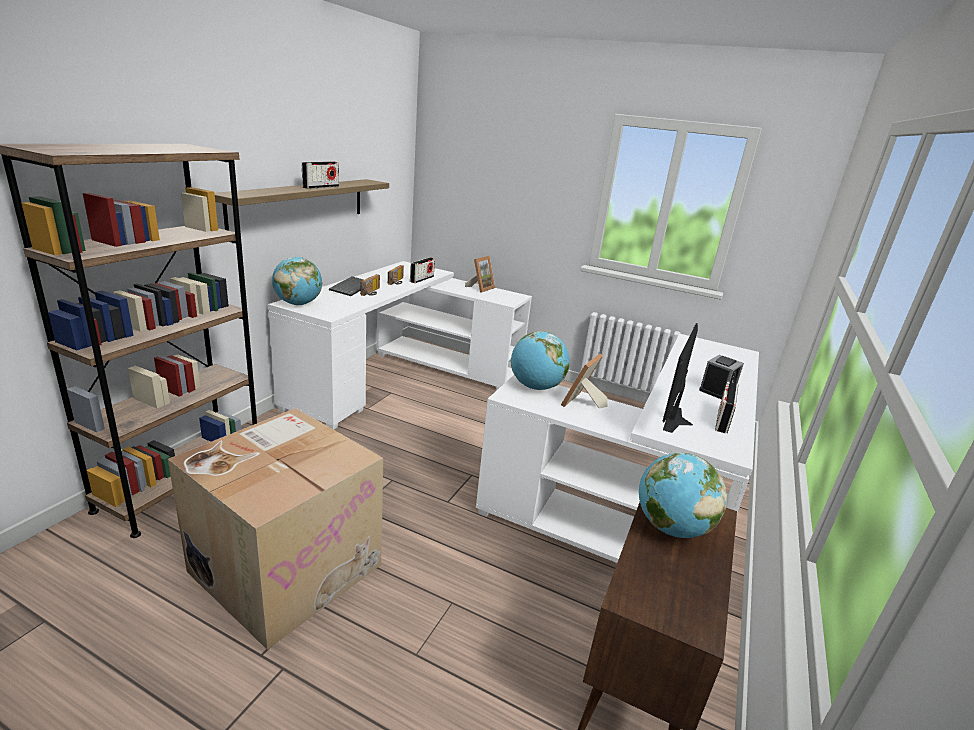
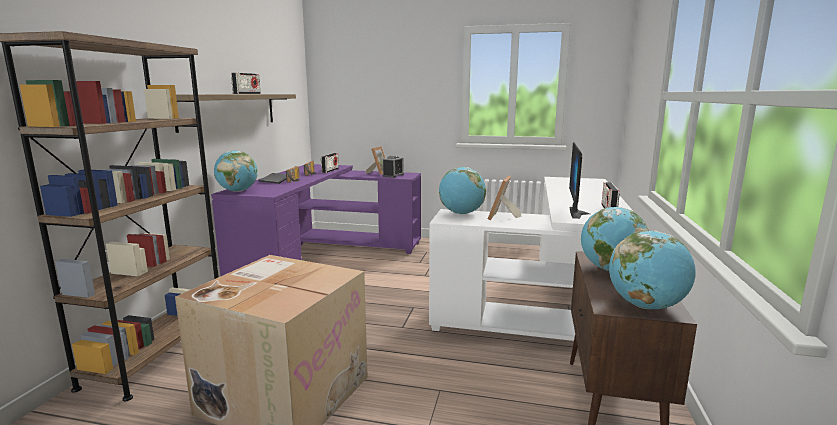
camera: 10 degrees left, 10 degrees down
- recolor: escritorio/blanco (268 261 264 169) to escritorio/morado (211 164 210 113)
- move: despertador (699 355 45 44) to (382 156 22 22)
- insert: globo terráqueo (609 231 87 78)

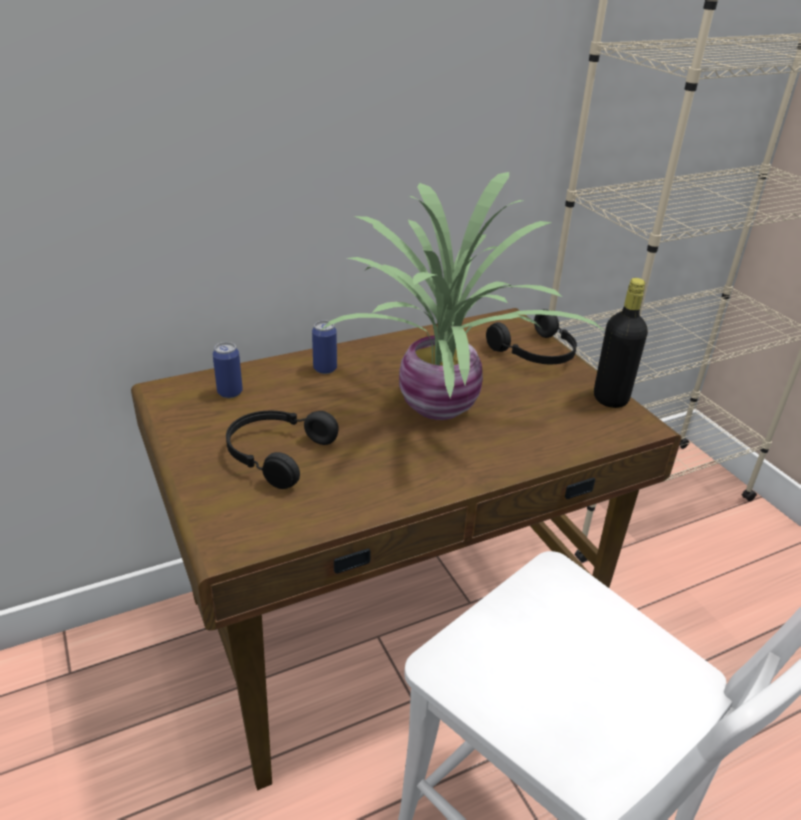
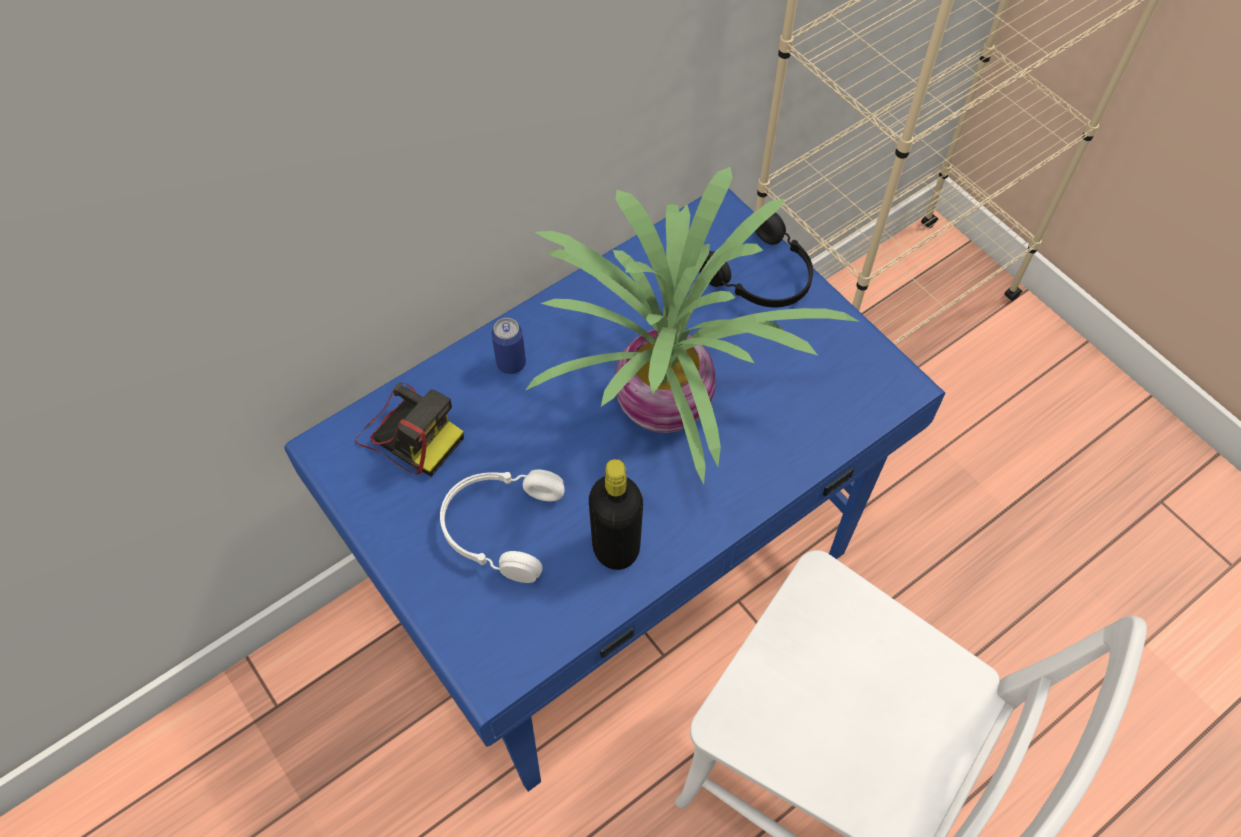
camera: 10 degrees left, 25 degrees up
- recolor: escritorio/marrón (131 308 550 483) to escritorio/azul (284 188 661 604)
- replace: lata (213 342 30 56) to cámara (356 382 108 95)
- recolor: auriculares/negro (226 411 113 78) to auriculares/blanco (440 470 125 113)
- move: botella/negro (594 278 54 130) to (589 459 54 111)

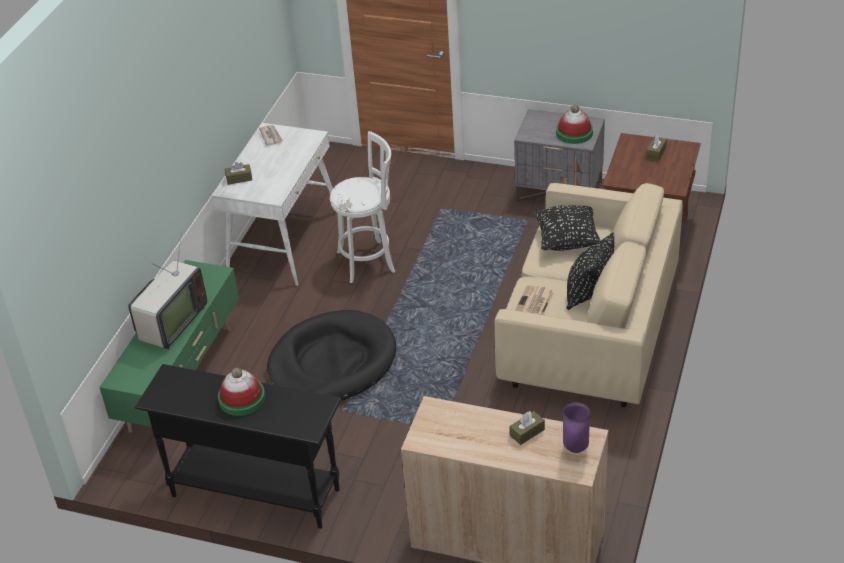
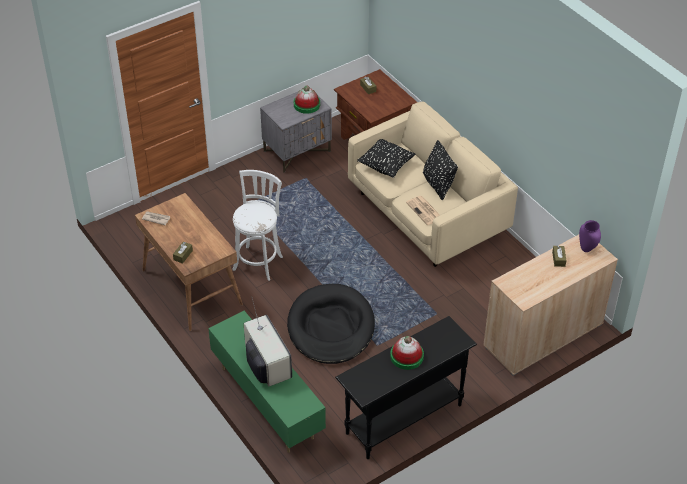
camera: 55 degrees left, 5 degrees up
- recolor: escritorio/blanco (212 123 121 163) to escritorio/marrón (135 193 108 138)

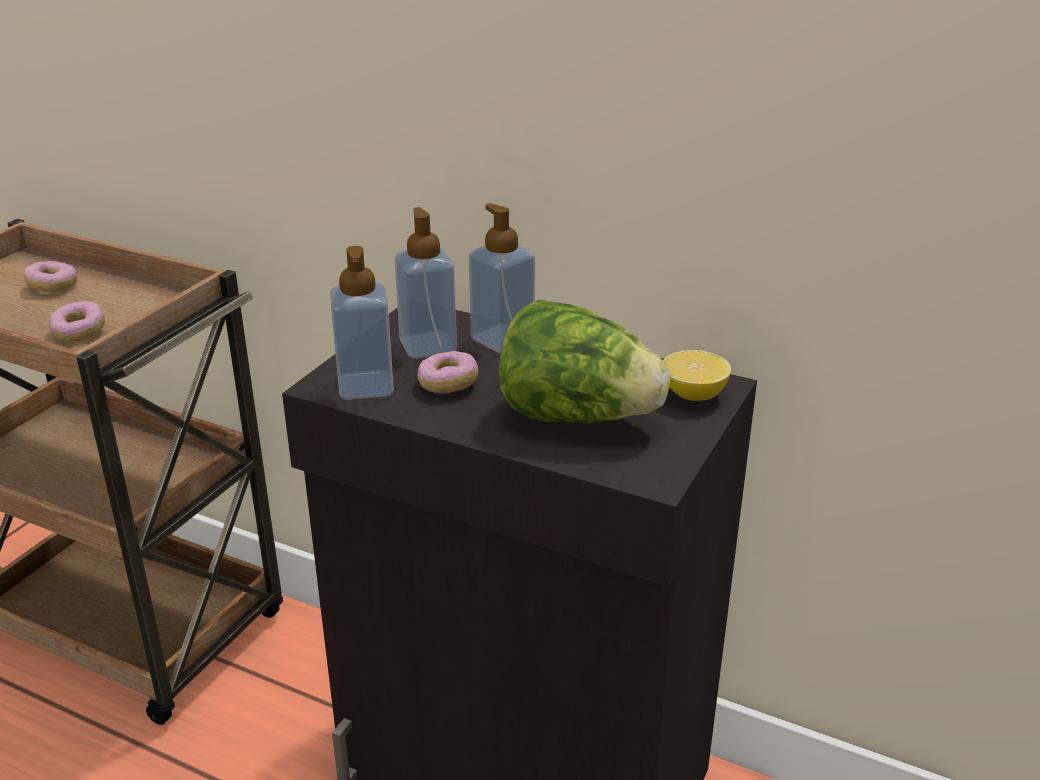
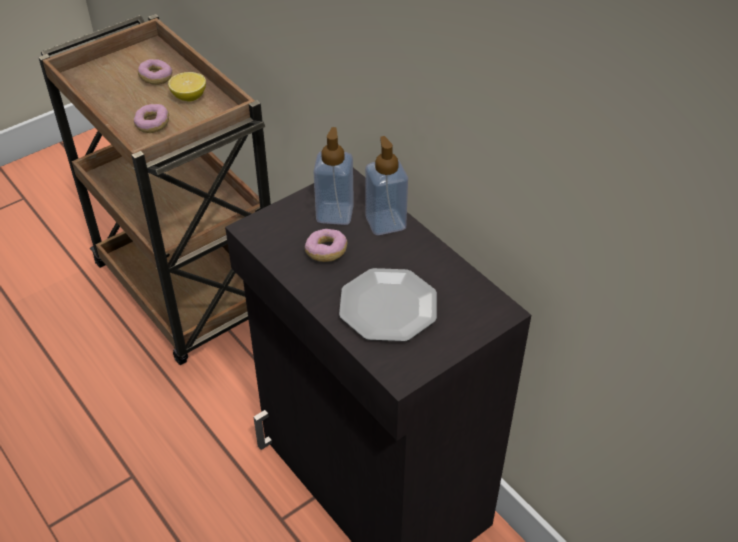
camera: 25 degrees right, 15 degrees up
- move: limón (663 350 68 51) to (168 72 38 29)
- replace: lechuga (499 300 172 123) to plato (339 268 98 74)
- delete: dispensador de jabón (330 246 64 154)

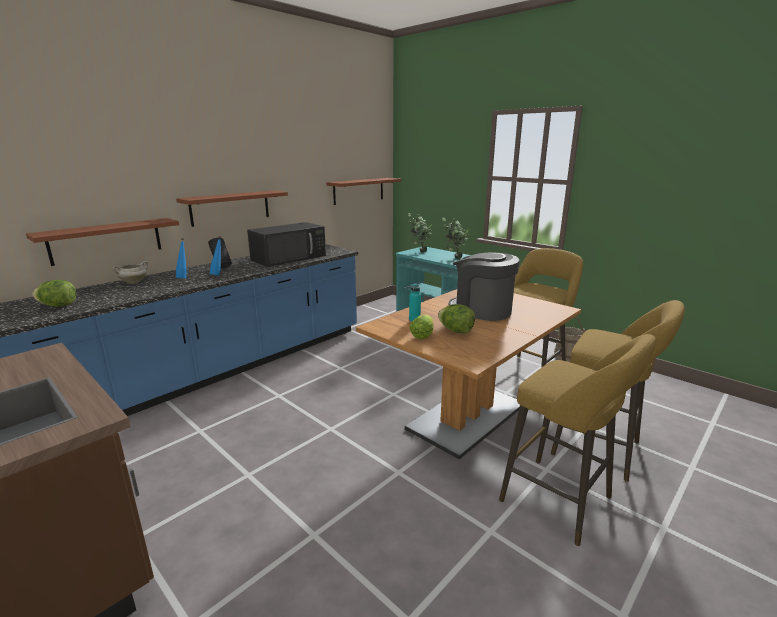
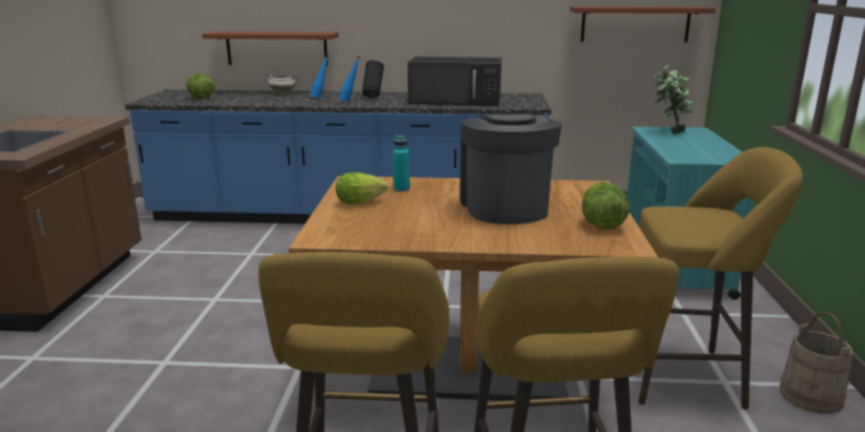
camera: 50 degrees right, 0 degrees up
- move: lechuga (438 304 37 29) to (582 182 48 48)
- delete: estante/marrón (176 190 112 37)
- delete: planta en maceta (442 218 28 41)

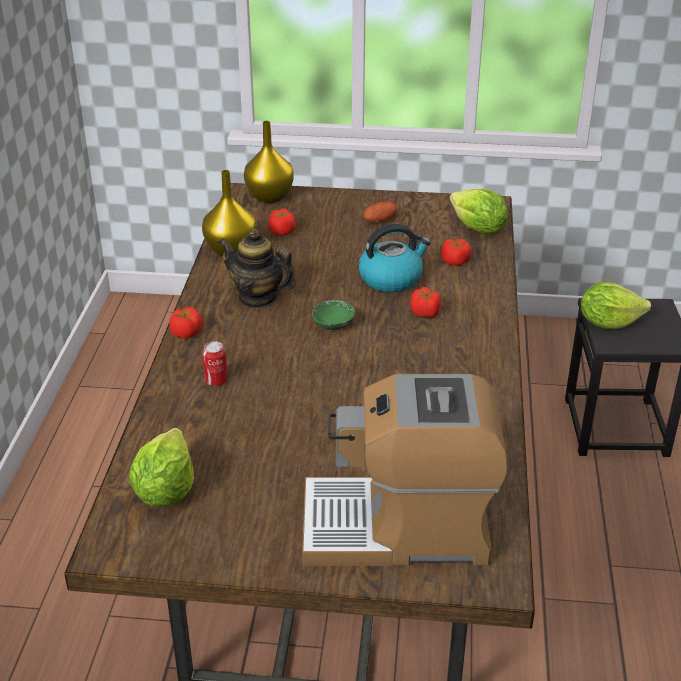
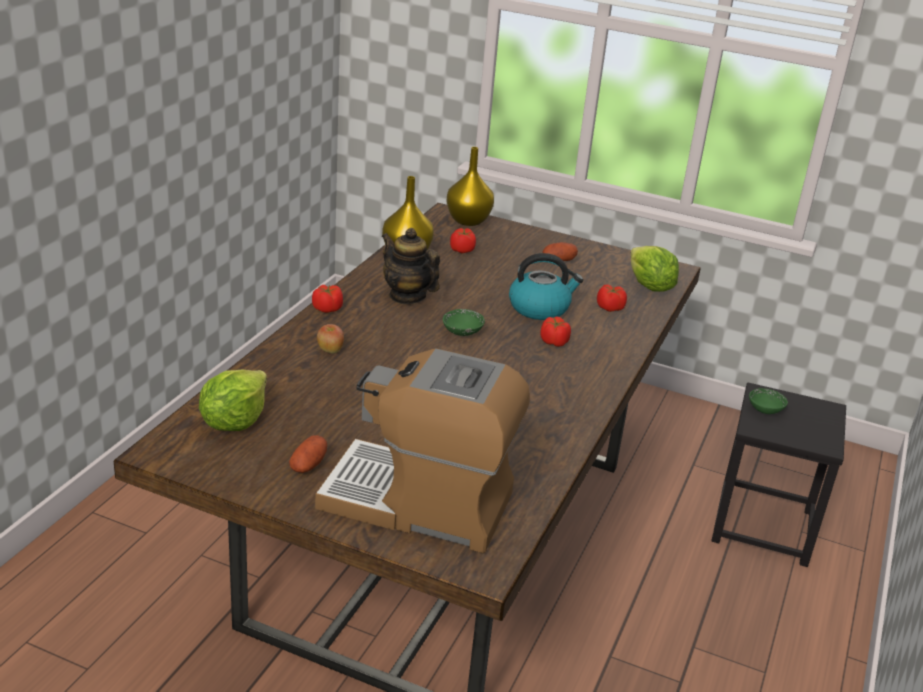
camera: 15 degrees right, 5 degrees down
- insert: patata (289 435 38 38)
- replace: lata (202 341 26 45) to manzana (317 324 27 30)
- replace: lechuga (581 282 70 47) to cuenco/verde (749 388 39 26)

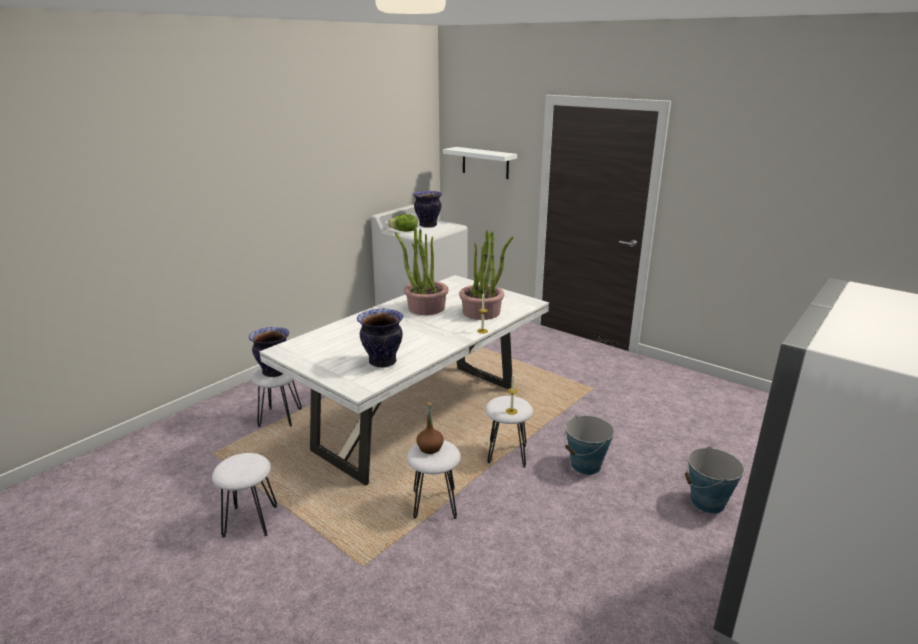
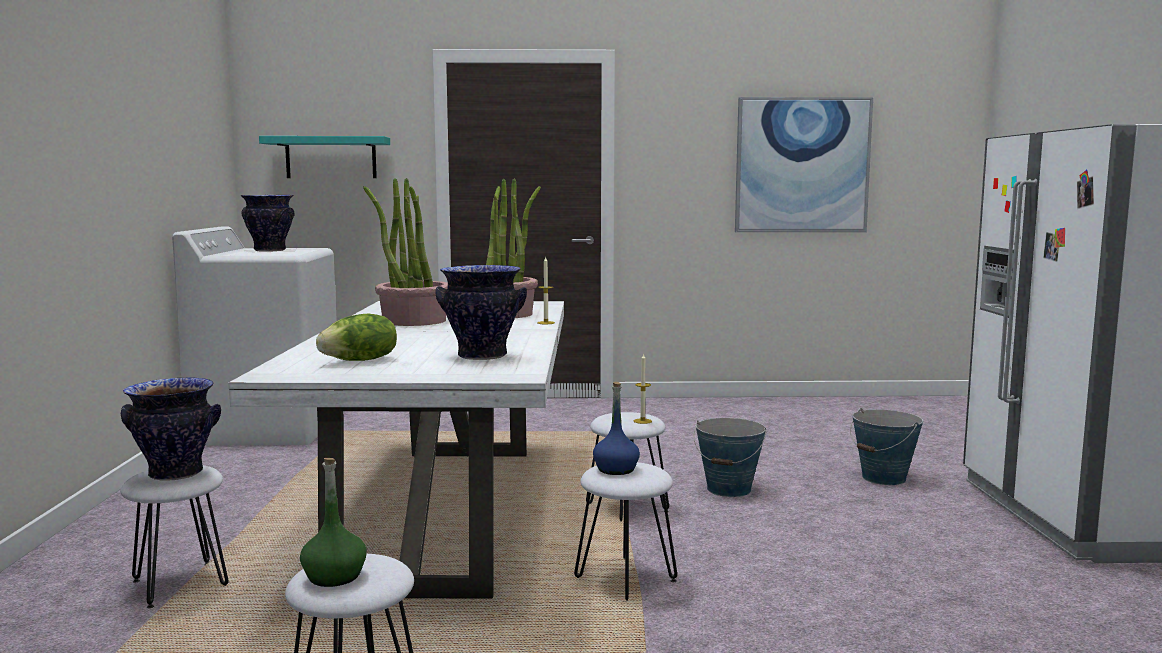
camera: 40 degrees left, 15 degrees down
- recolor: estante/blanco (443 147 74 32) to estante/turquesa (259 136 131 42)
- insert: botella/verde (300 458 67 129)
- move: lechuga (388 214 30 18) to (316 314 81 47)
- recolor: botella/marrón (416 402 28 52) to botella/azul (593 382 47 93)
- insert: cuadro (735 97 138 135)

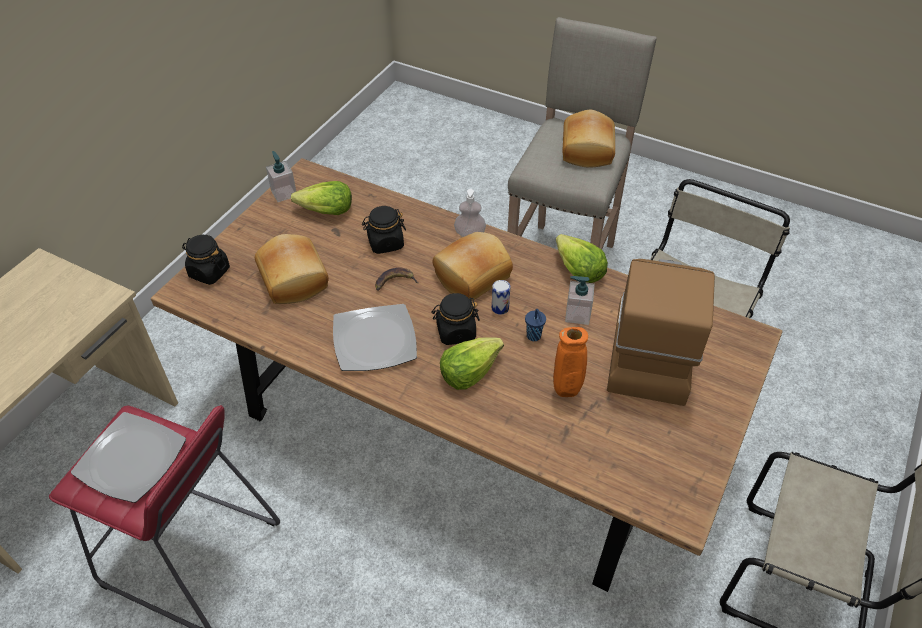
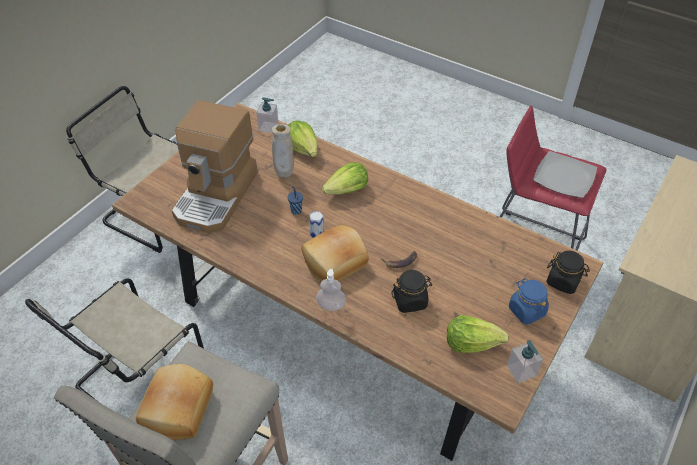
camera: 175 degrees left, 0 degrees up
- move: dispensador de jabón (565 276 30 49) to (256 97 23 36)
- recolor: florero/naranja (553 327 35 70) to florero/beis (272 124 22 53)
- move: lechuga (556 234 52 49) to (288 120 30 37)
- insert: tarro/azul (509 278 40 47)
- delete: pan (255 234 74 70)
- delete: plato (333 304 84 67)
- delete: tarro/negro (431 293 49 52)

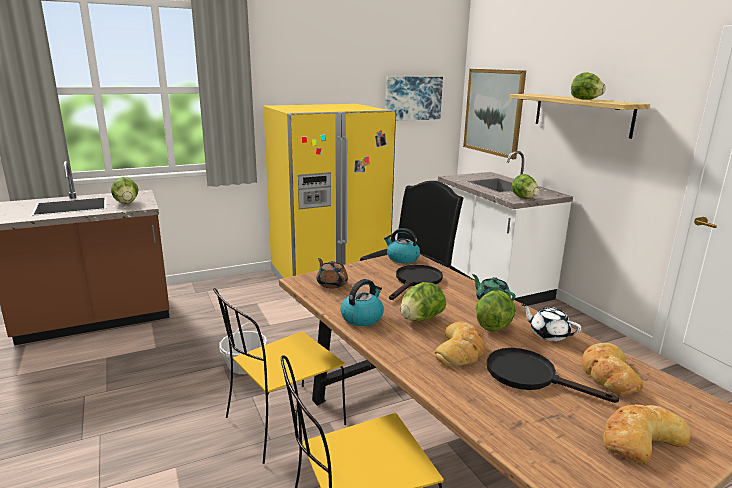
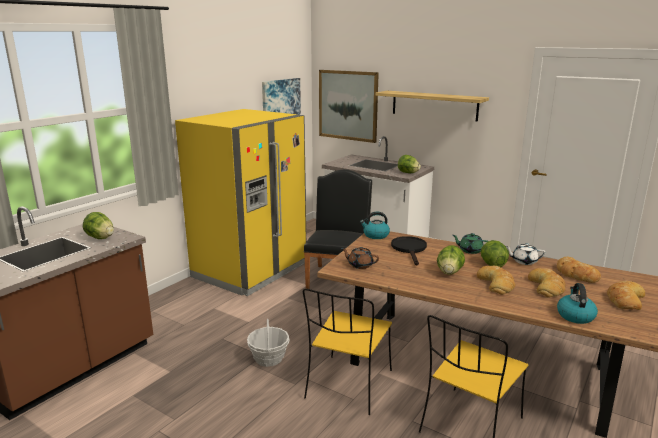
camera: 30 degrees left, 0 degrees up
- replace: sartén/negro (486 348 133 55) to pan (528 268 38 29)
- move: hervidor (340 279 44 47) to (557 283 41 41)
- delete: lechuga (571 73 35 27)

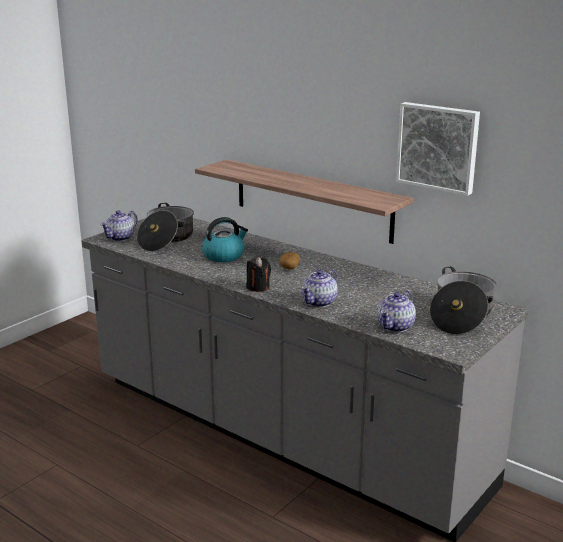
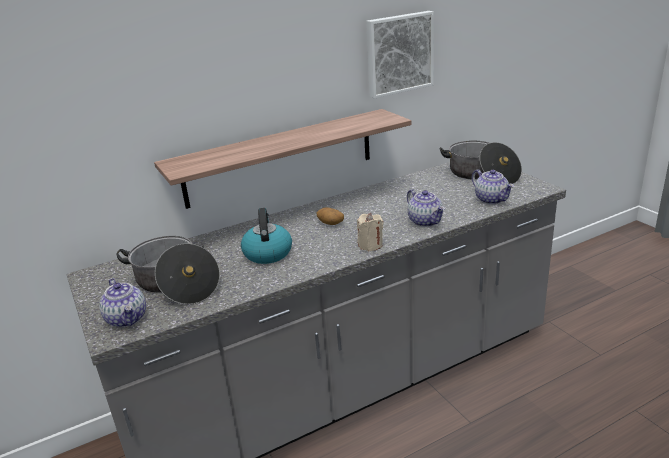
camera: 65 degrees left, 5 degrees up
- recolor: vela/negro (246 257 25 35) to vela/beis (357 213 27 38)

